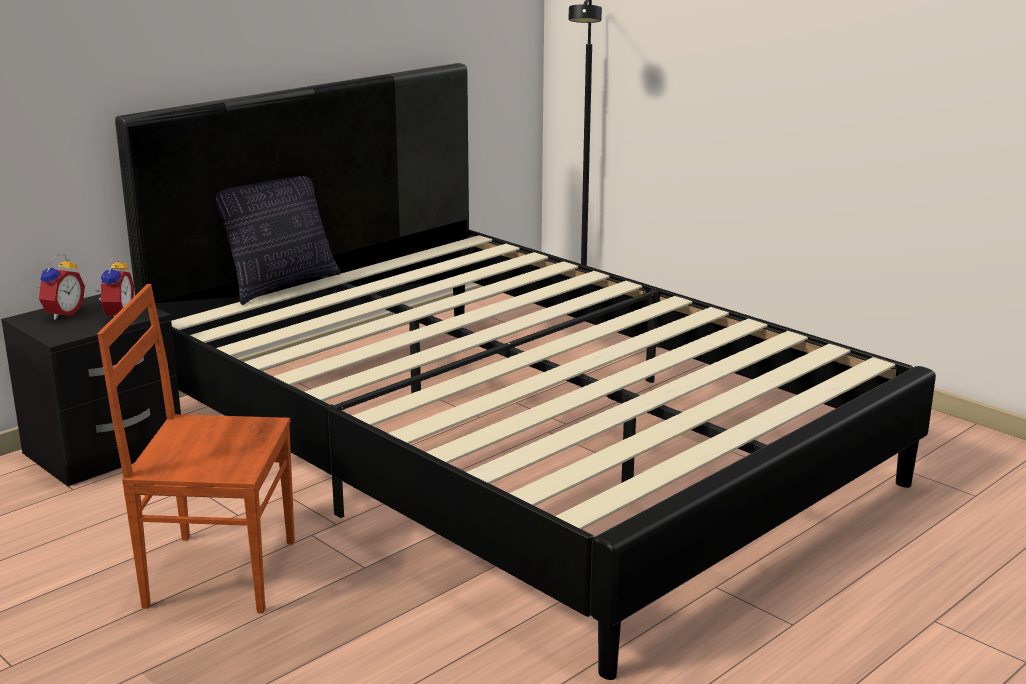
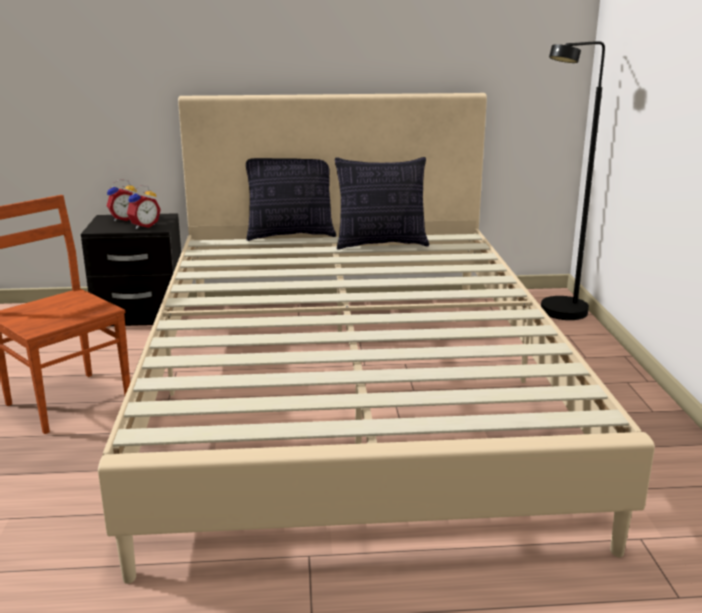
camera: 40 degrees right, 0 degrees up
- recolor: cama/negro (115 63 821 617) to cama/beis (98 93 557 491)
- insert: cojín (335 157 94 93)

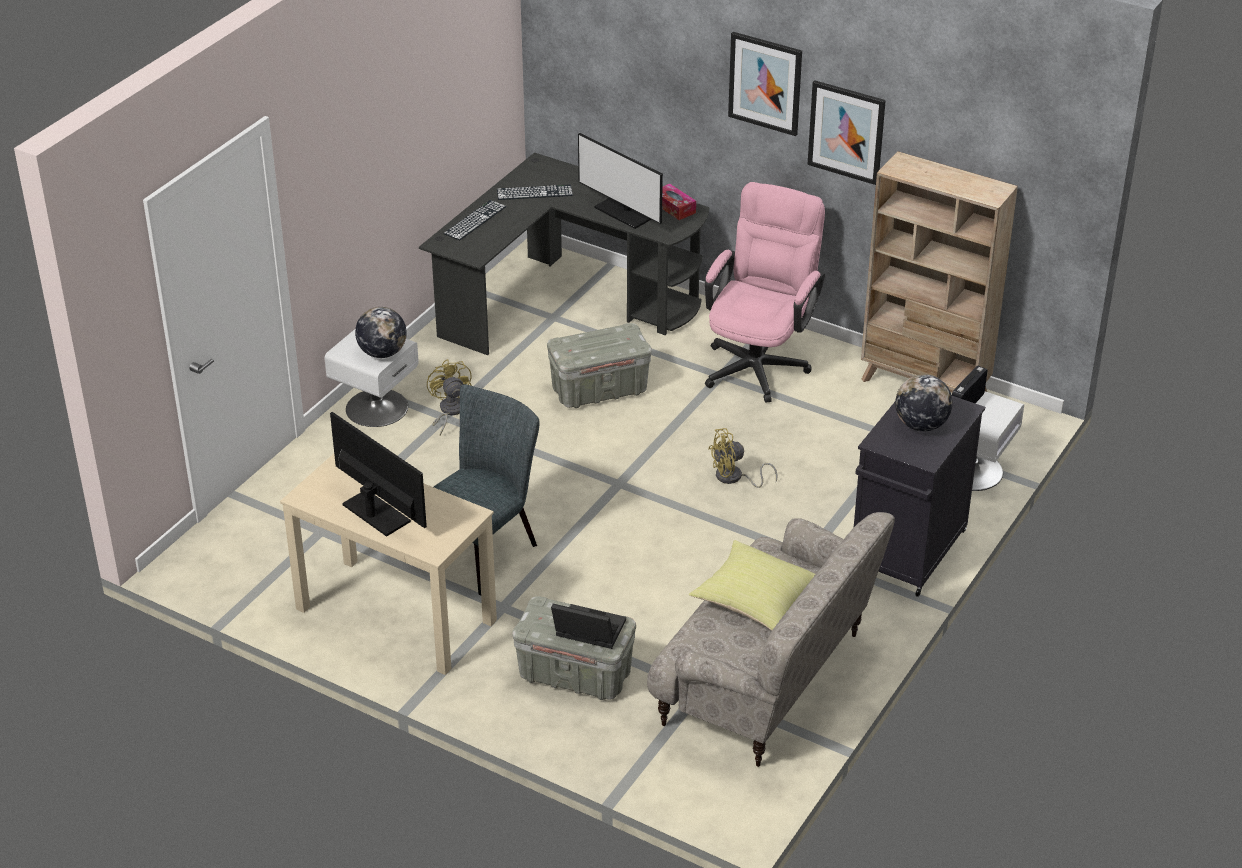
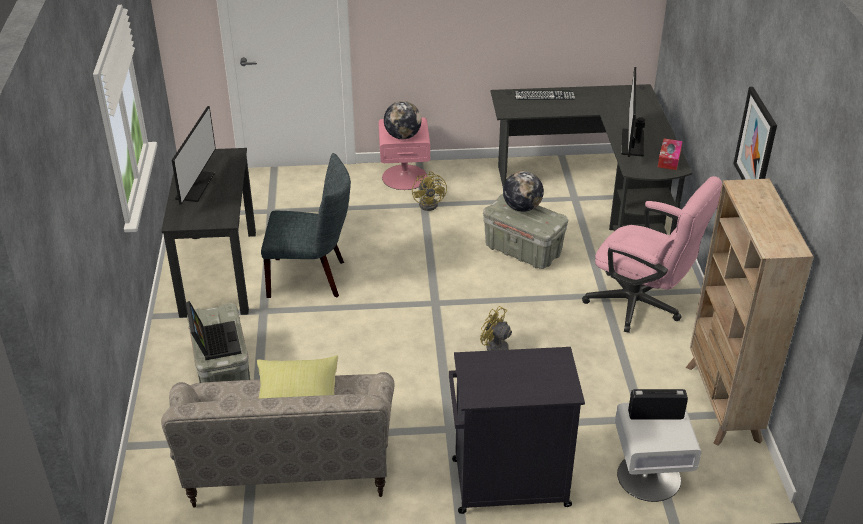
camera: 55 degrees right, 0 degrees up
- recolor: escritorio/beis (280 454 217 221) to escritorio/negro (161 148 95 170)
- recolor: mesita de noche/blanco (325 329 94 98) to mesita de noche/rosa (378 118 52 72)
- rotate: ventilador/amarillo (427 359 45 76) = (412 171 35 40) 135 degrees clockwise
- move: globo terráqueo (895 374 58 57) to (503 171 41 41)
- rotate: silla de oficina/rosa (705 182 120 221) = (582 176 140 157) 45 degrees clockwise
- delete: teclado (497 184 76 16)
- delete: cuadro (728 32 74 104)

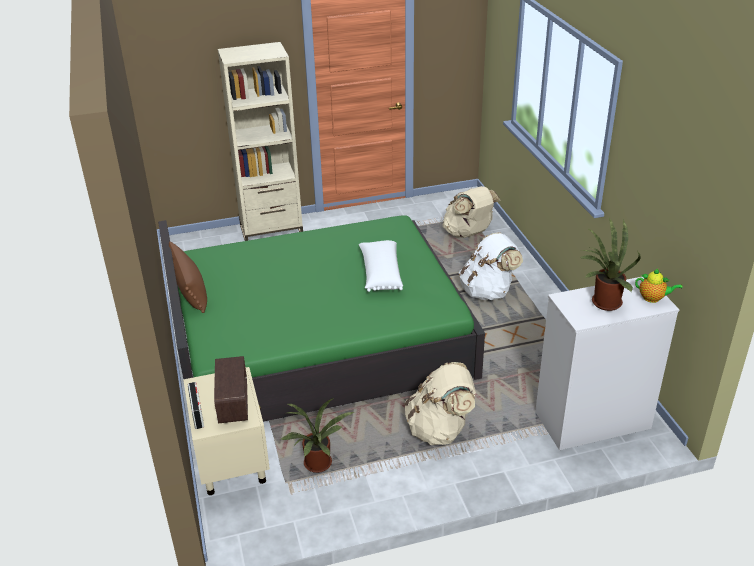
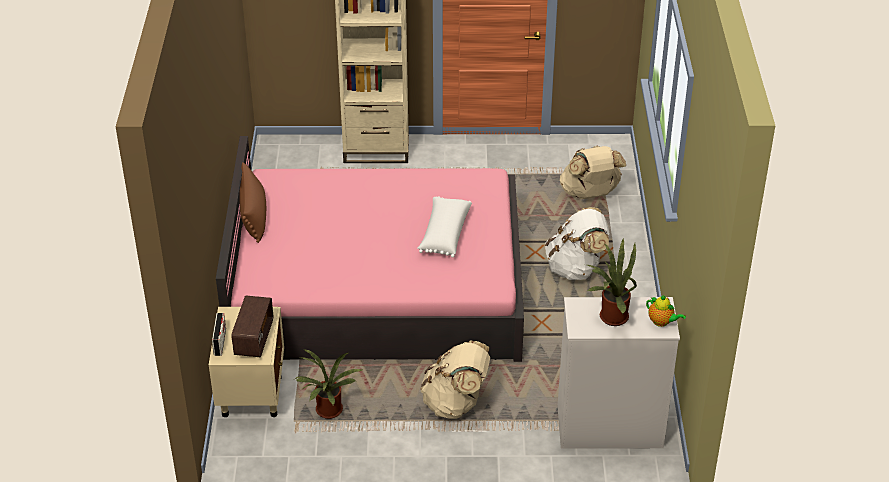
camera: 15 degrees right, 5 degrees up
- recolor: cama/verde (158 215 327 207) to cama/rosa (216 136 308 226)

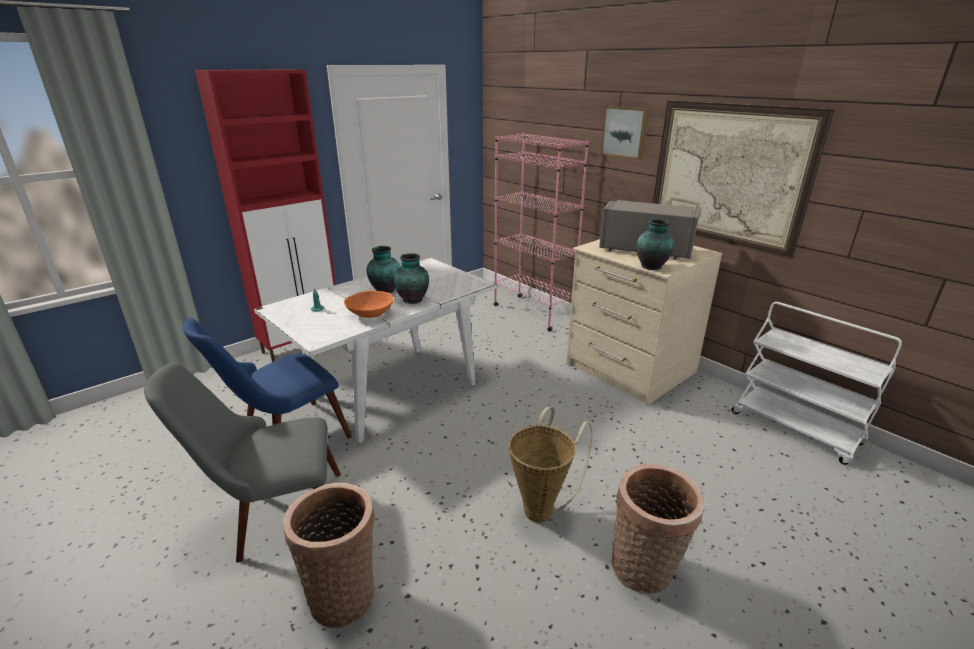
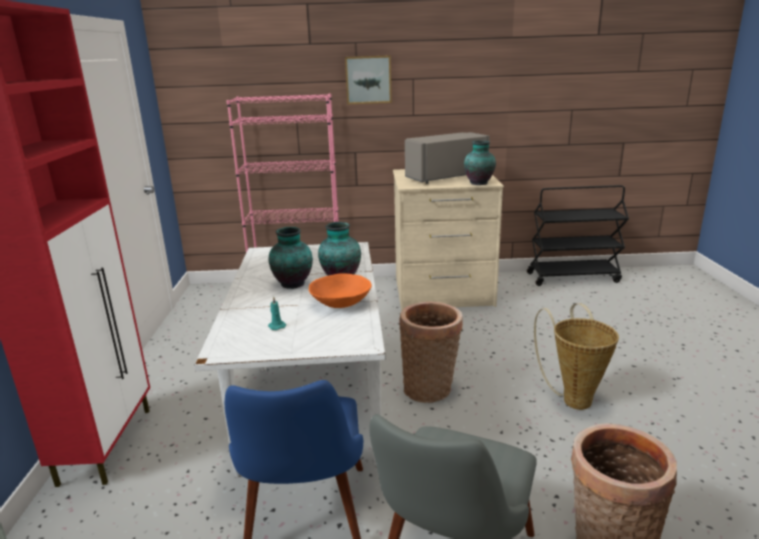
camera: 50 degrees left, 5 degrees down
- move: cesta (612 464 92 130) to (399 301 64 102)
- recolor: carrito/blanco (731 302 171 163) to carrito/negro (527 185 102 101)
- delete: cuadro (653 101 182 158)

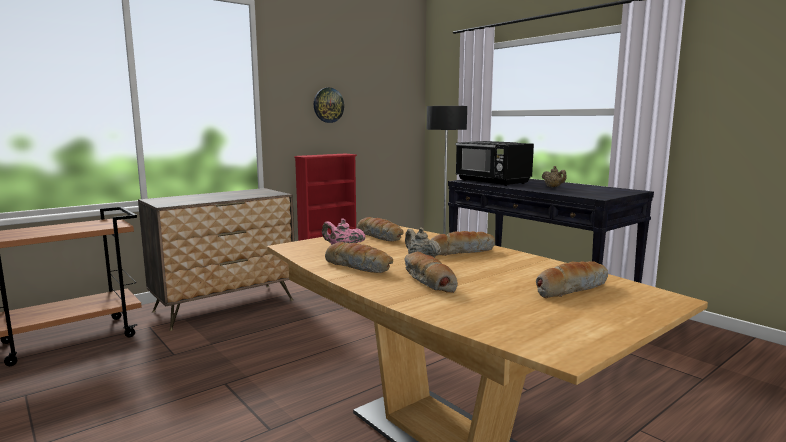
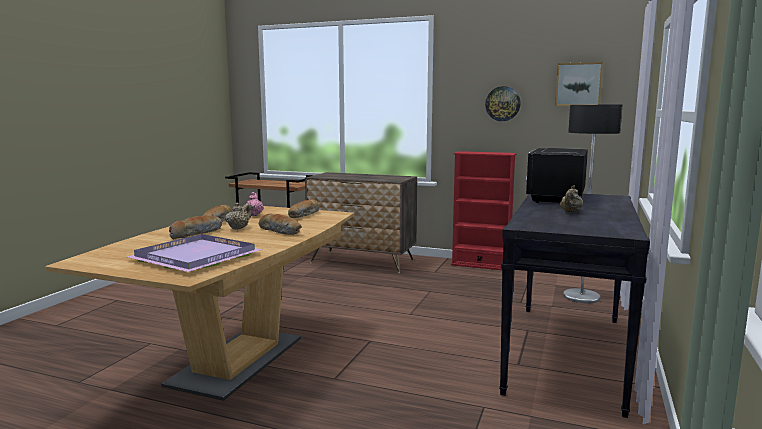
camera: 60 degrees right, 0 degrees up
- replace: pan (536 261 72 37) to bandeja/morado (127 234 136 38)
- insert: cuadro (555 62 48 44)

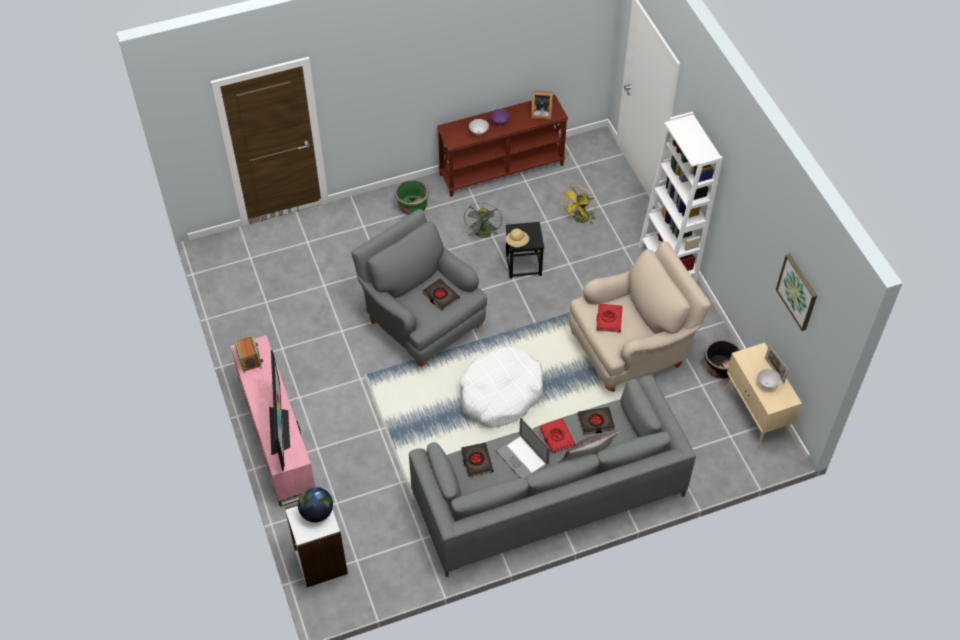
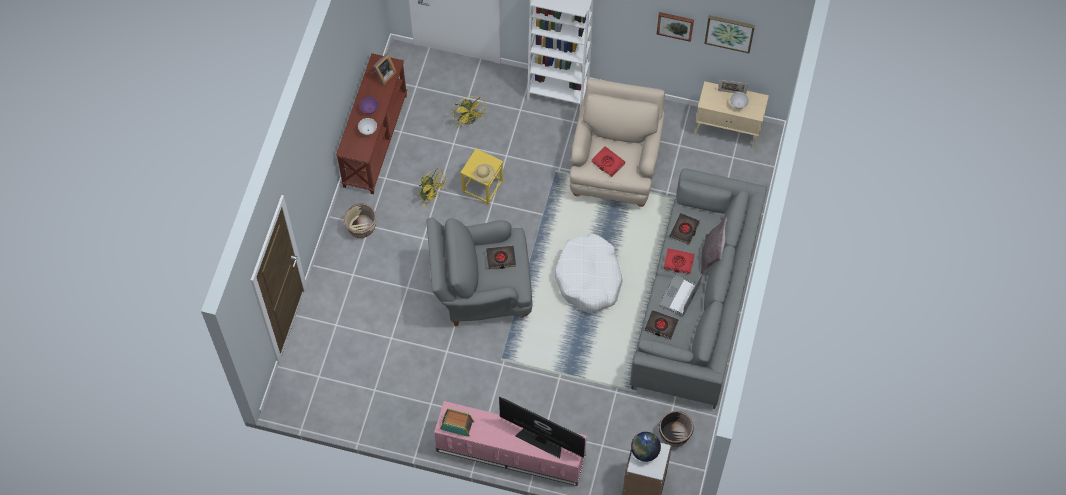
camera: 55 degrees left, 10 degrees up
- recolor: maceta/verde (395 180 34 35) to maceta/beis (344 203 33 35)
- recolor: ventilador/gris (464 203 38 35) to ventilador/amarillo (417 168 31 39)
- recolor: taburete/negro (506 222 38 57) to taburete/amarillo (460 148 43 57)
- insert: cuadro (657 12 37 30)
- rotate: portátil (495 418 55 60) = (659 273 43 43) 120 degrees clockwise
- move: maceta/negro (704 340 36 39) to (659 411 35 36)

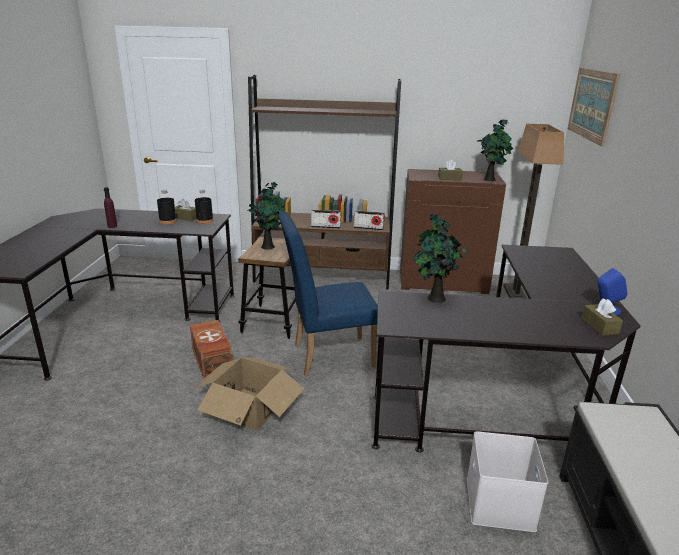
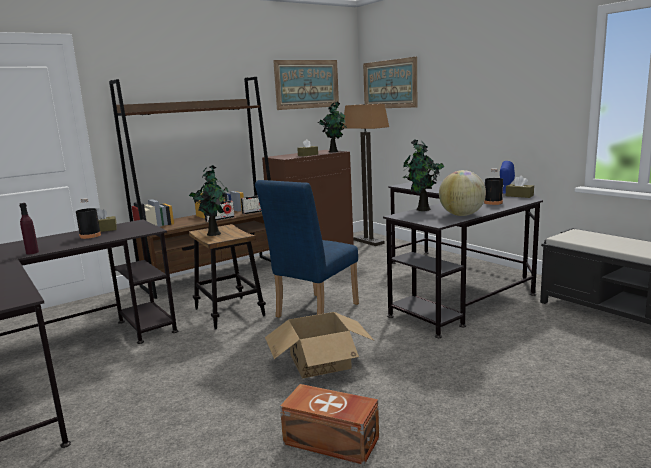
camera: 40 degrees left, 10 degrees down
- insert: cuadro (273 60 66 50)
- move: caja de almacenaje/marrón (190 320 42 59) to (280 384 99 81)
- insert: globo terráqueo (439 170 47 46)
- move: botella/negro (195 189 18 35) to (484 168 19 37)
- delete: caja de almacenaje/blanco (467 431 81 101)

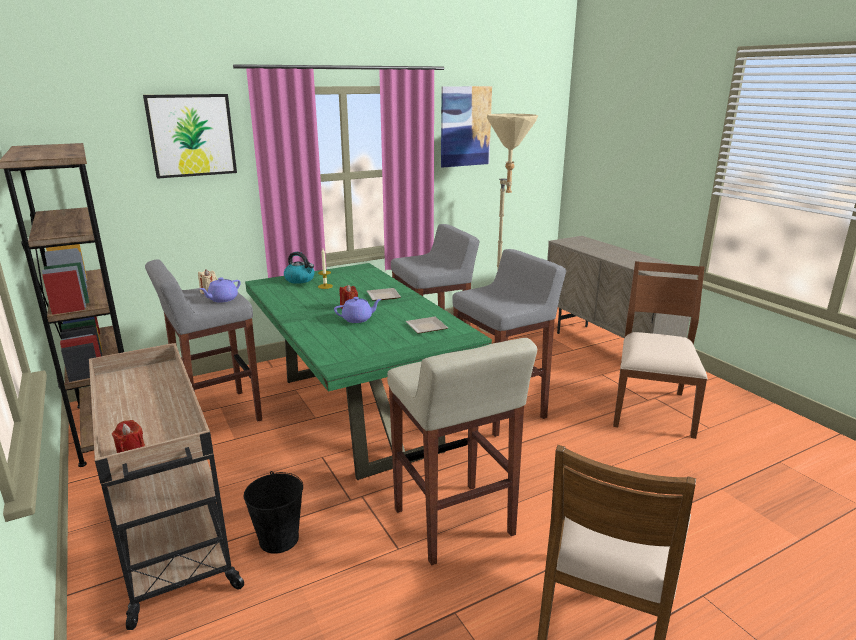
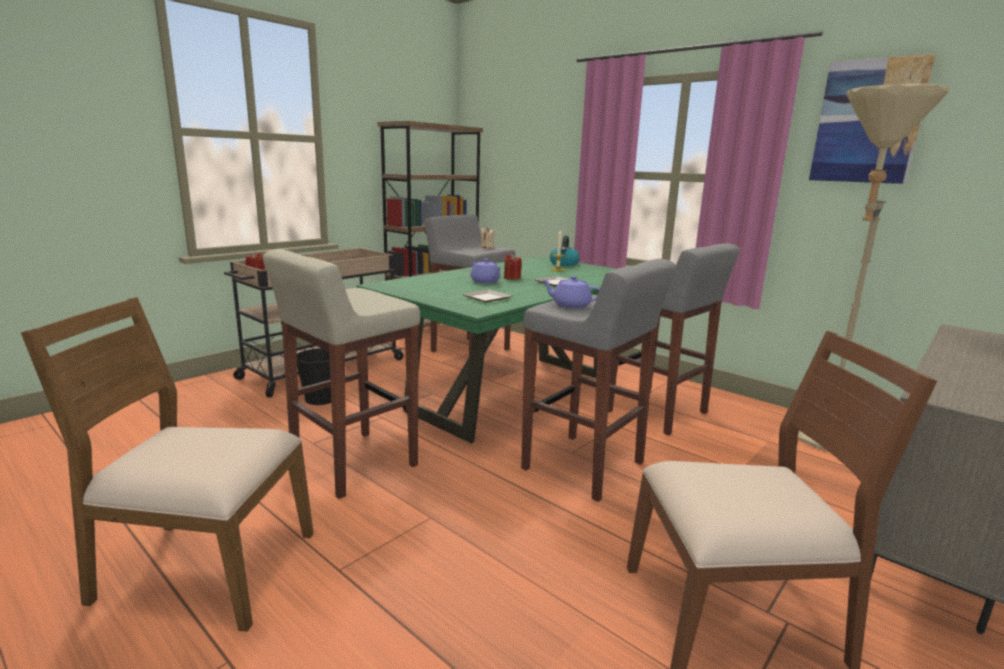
camera: 70 degrees right, 5 degrees down
- move: tetera/morado (200 277 41 26) to (541 276 59 33)
- delete: cuadro (143 94 94 85)

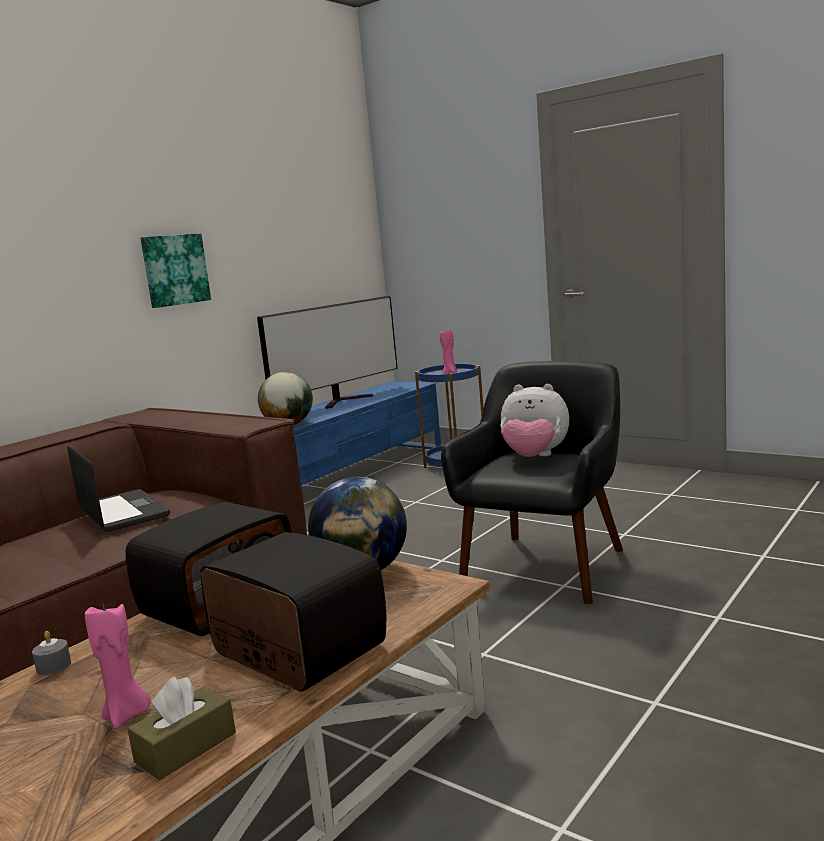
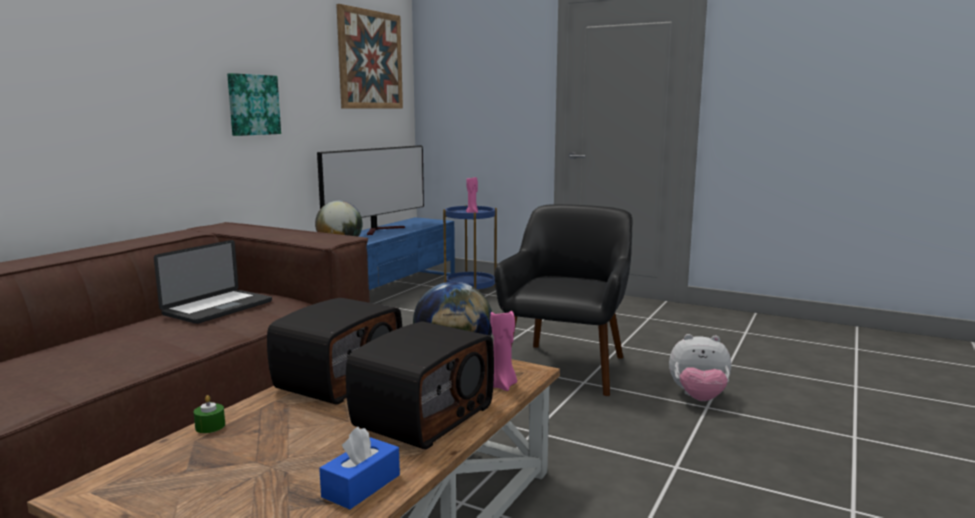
camera: 10 degrees left, 0 degrees up
- rotate: portátil (67 445 103 87) = (154 240 118 84) 75 degrees clockwise
- recolor: vela/gris (32 631 39 44) to vela/verde (194 395 31 38)
- recolor: caja de pañuelos/marrón (127 676 109 104) to caja de pañuelos/azul (319 427 81 82)
- insert: cuadro (336 4 67 105)
- rotate: radio (201 532 185 160) = (346 322 148 127) 90 degrees clockwise
- move: vela/rosa (85 604 65 125) to (490 309 27 82)
- move: peluche (500 384 69 73) to (669 334 62 67)

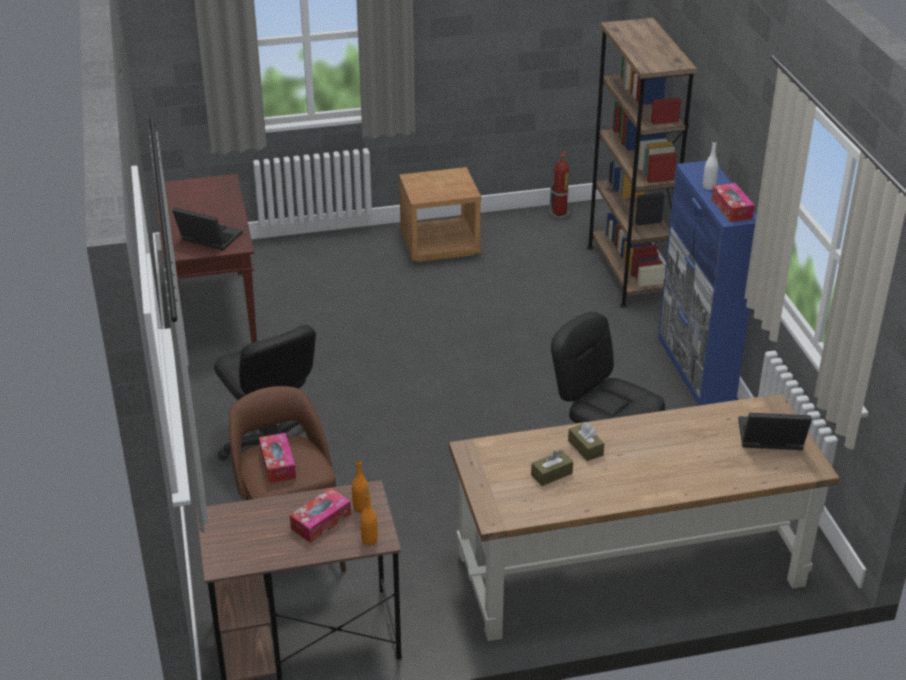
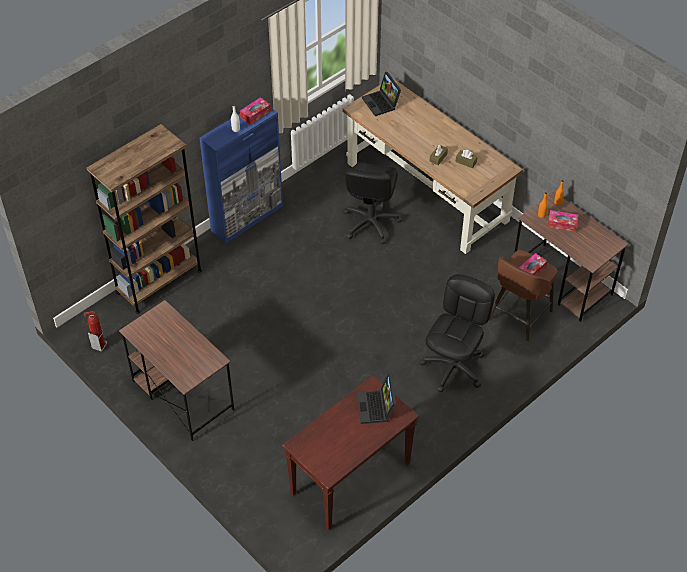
camera: 120 degrees left, 15 degrees up
- replace: mesita de noche/marrón (399 167 82 95) to escritorio/marrón (119 300 116 141)

